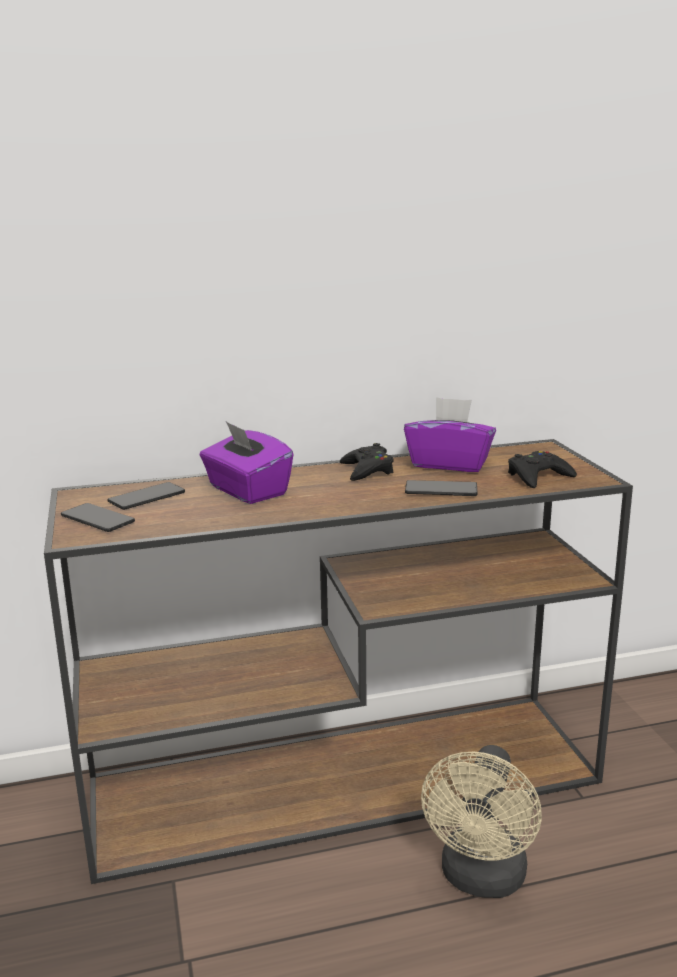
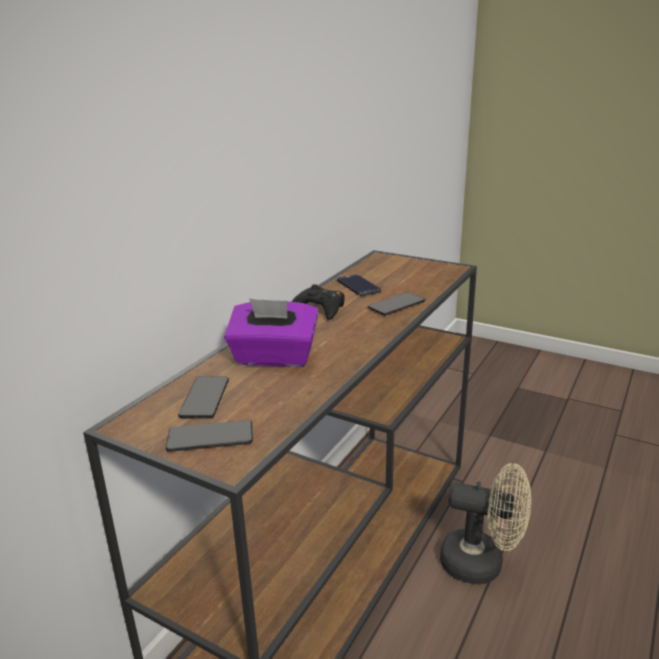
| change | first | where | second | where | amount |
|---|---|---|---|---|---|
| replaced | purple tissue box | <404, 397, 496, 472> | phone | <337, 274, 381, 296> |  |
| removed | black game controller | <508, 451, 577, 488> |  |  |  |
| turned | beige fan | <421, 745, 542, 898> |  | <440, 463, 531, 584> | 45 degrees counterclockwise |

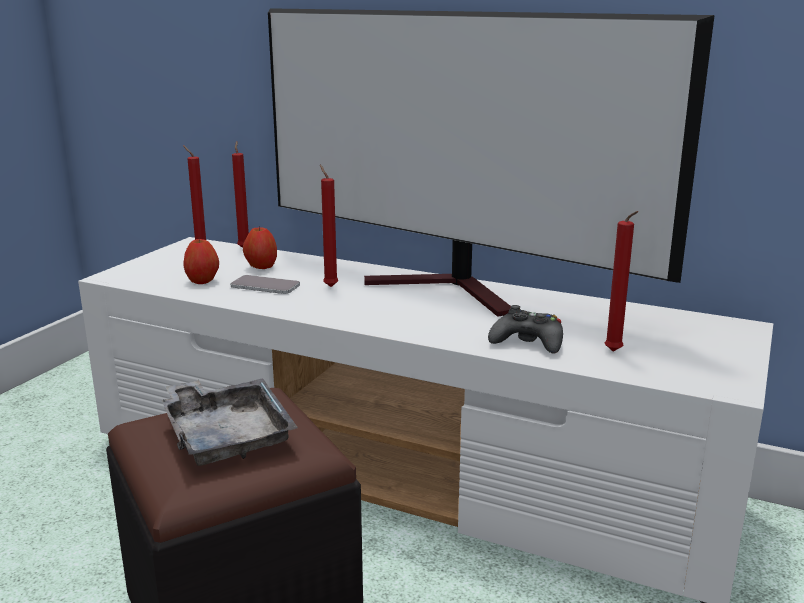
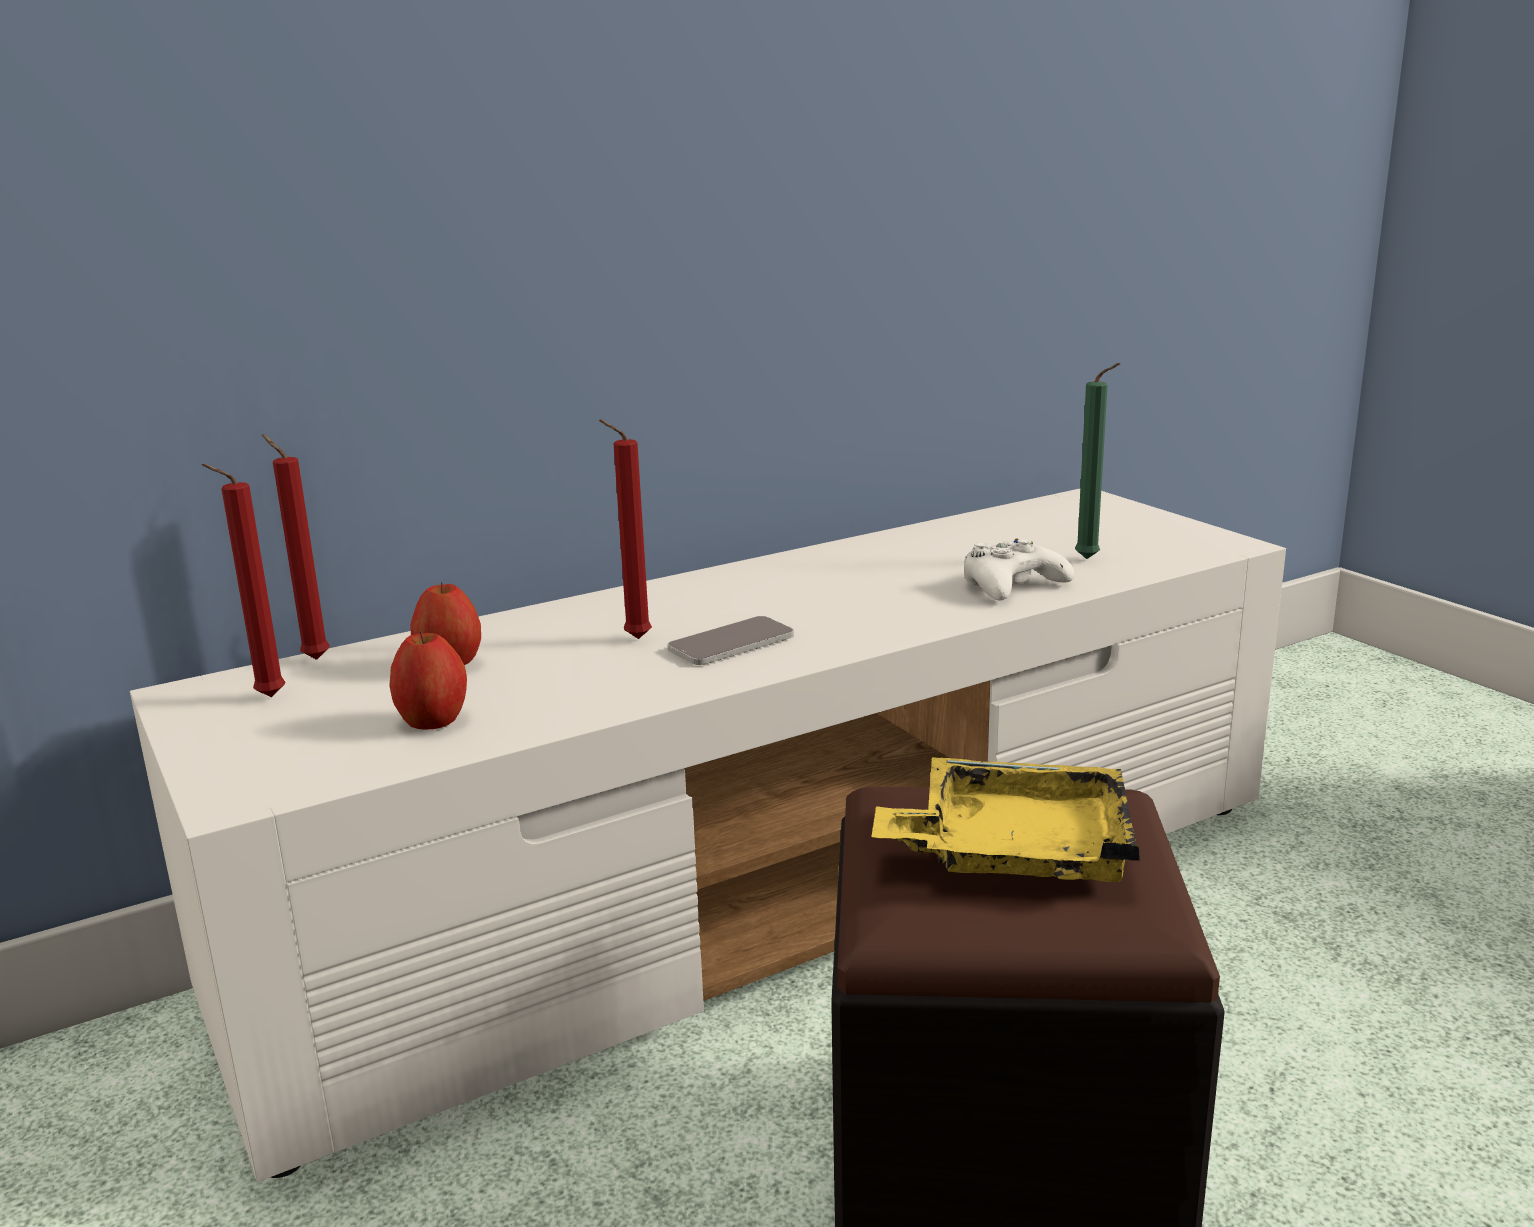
| change | first | where | second | where | amount |
|---|---|---|---|---|---|
| removed | television | <268, 8, 715, 317> |  |  |  |
| recoloured | red candle | <604, 211, 638, 352> | green candle | <1075, 363, 1121, 559> |  |
| moved | phone | <230, 275, 300, 294> |  | <667, 616, 794, 665> |  |
| recoloured | black game controller | <488, 305, 563, 354> | white game controller | <964, 538, 1074, 600> |  |
| recoloured | grey tray | <162, 378, 298, 466> | yellow tray | <872, 757, 1140, 882> |  |

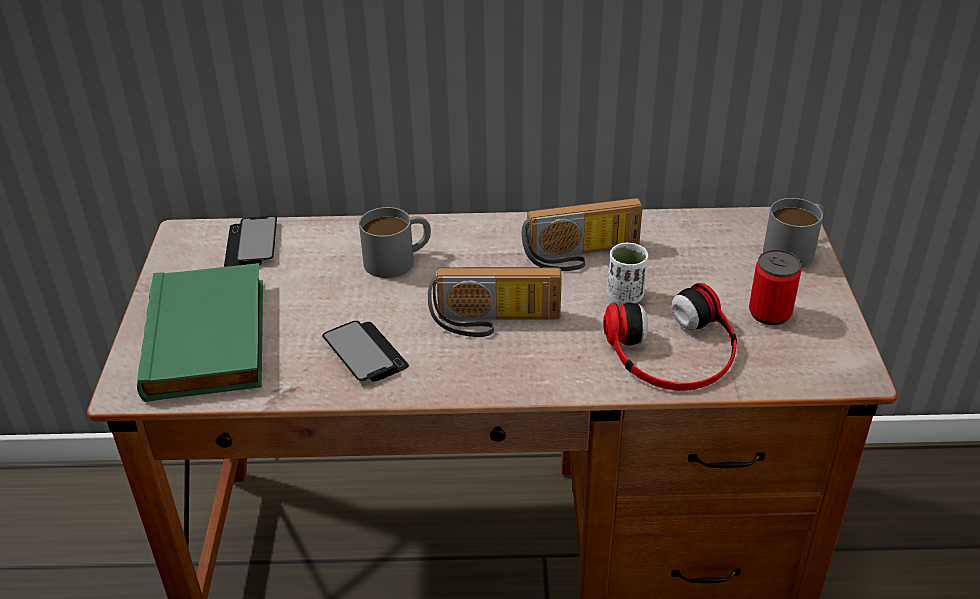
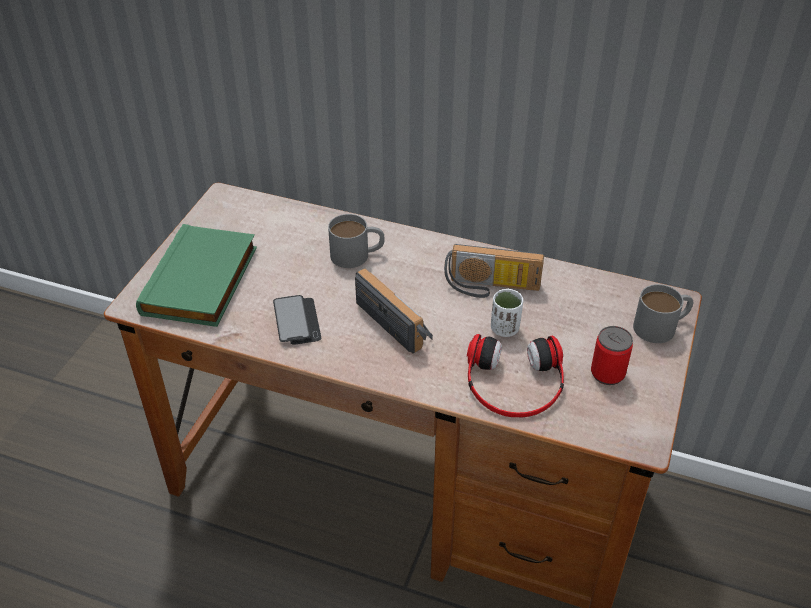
| change | first | where | second | where | amount |
|---|---|---|---|---|---|
| removed | phone | <224, 216, 277, 267> |  |  |  |
| turned | radio | <428, 267, 562, 337> |  | <355, 268, 433, 353> | 150 degrees counterclockwise |

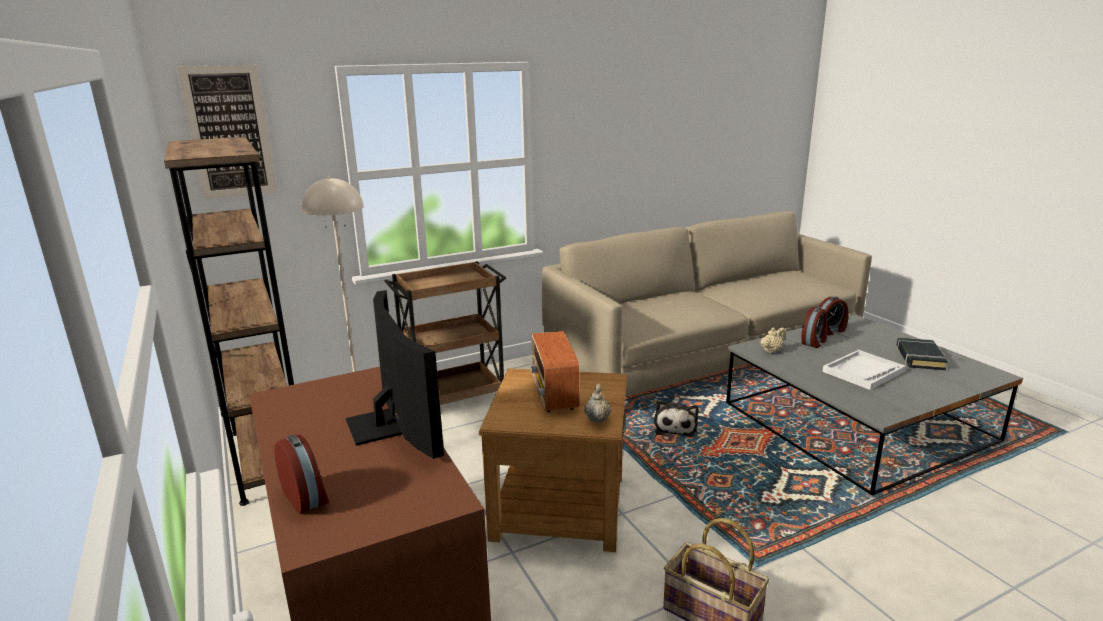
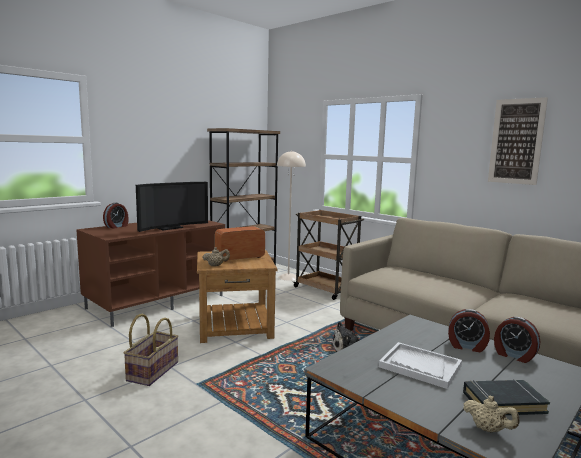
| change | first | where | second | where | amount |
|---|---|---|---|---|---|
| moved | picture | <177, 65, 277, 199> |  | <488, 97, 548, 185> |  |
| moved | beige teapot | <760, 327, 786, 353> |  | <464, 396, 519, 432> |  |

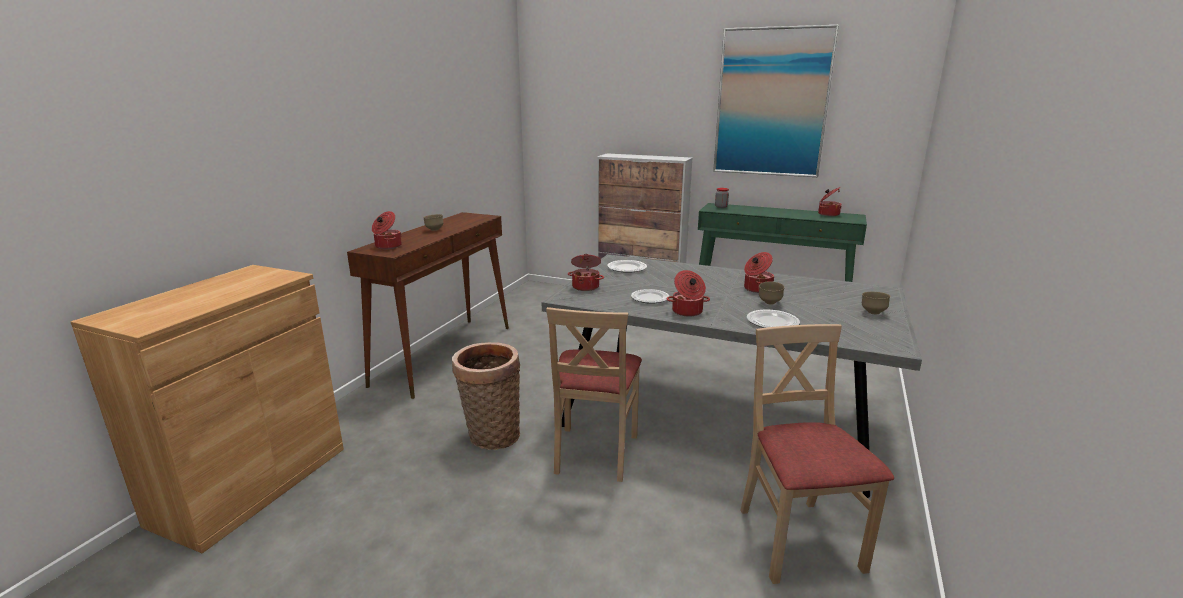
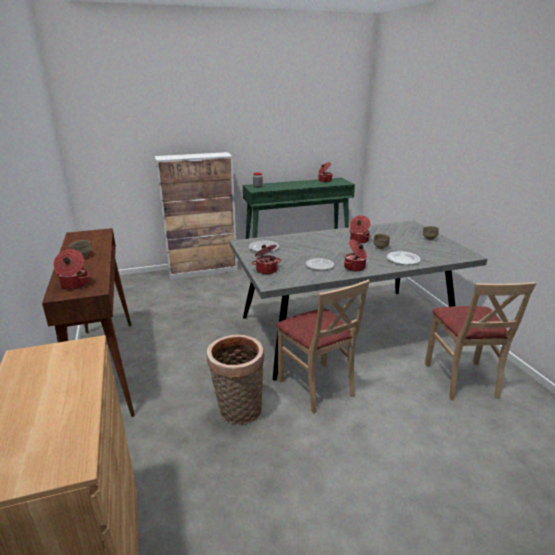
| change | first | where | second | where | amount |
|---|---|---|---|---|---|
| removed | picture | <713, 25, 839, 177> |  |  |  |
| turned | beige chair | <740, 324, 894, 584> |  | <425, 282, 536, 400> | 135 degrees counterclockwise |

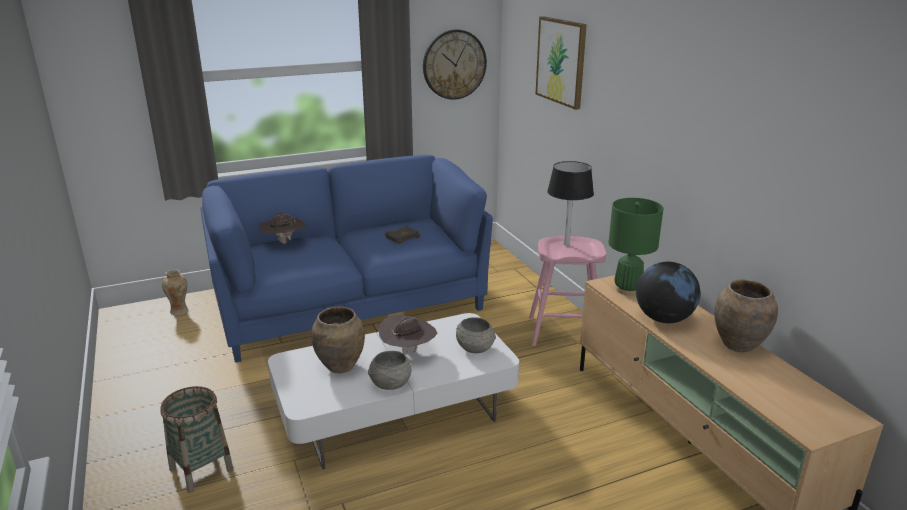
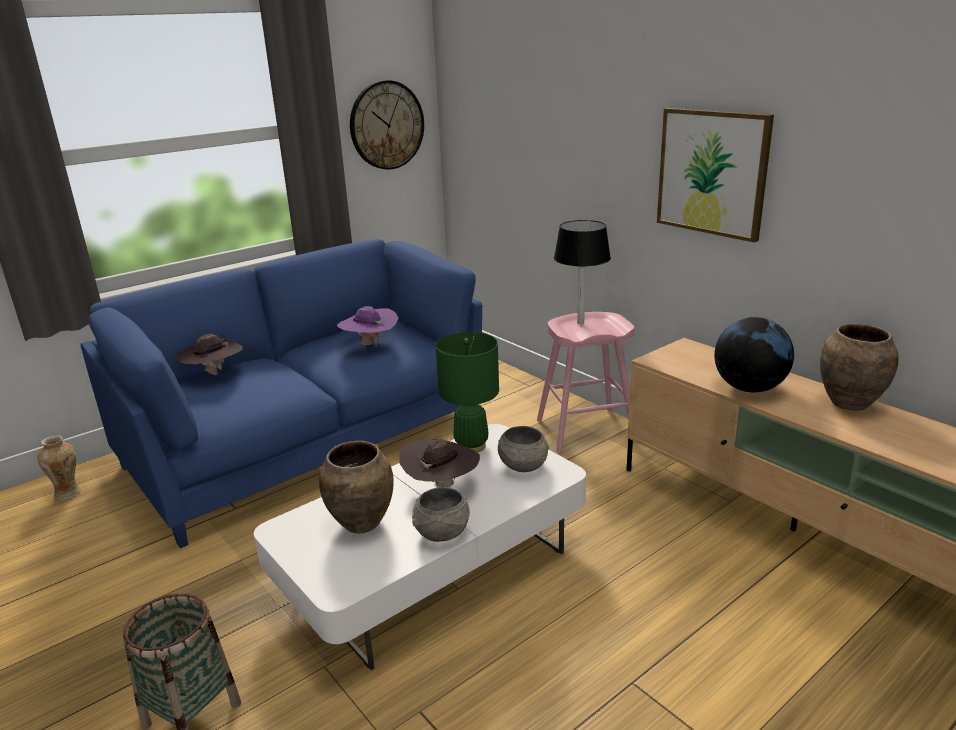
| change | first | where | second | where | amount |
|---|---|---|---|---|---|
| moved | picture | <536, 16, 587, 110> |  | <657, 108, 774, 242> |  |
| moved | green table lamp | <608, 198, 663, 296> |  | <436, 332, 499, 453> |  |
| replaced | black book | <385, 226, 421, 244> | purple hat | <337, 306, 399, 345> |  |

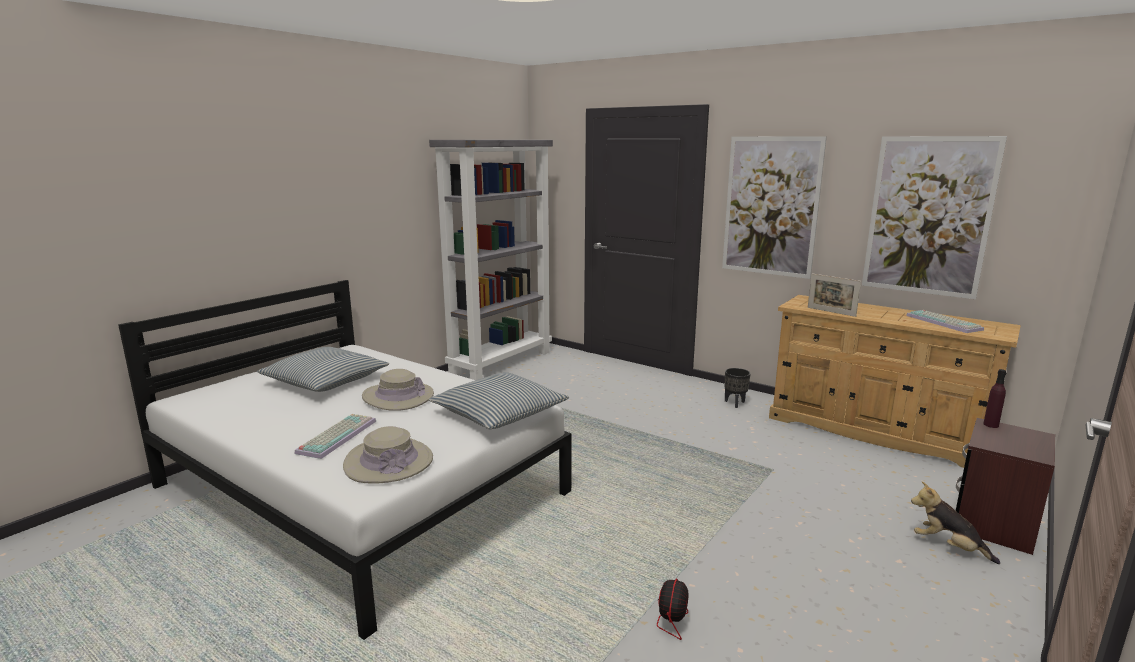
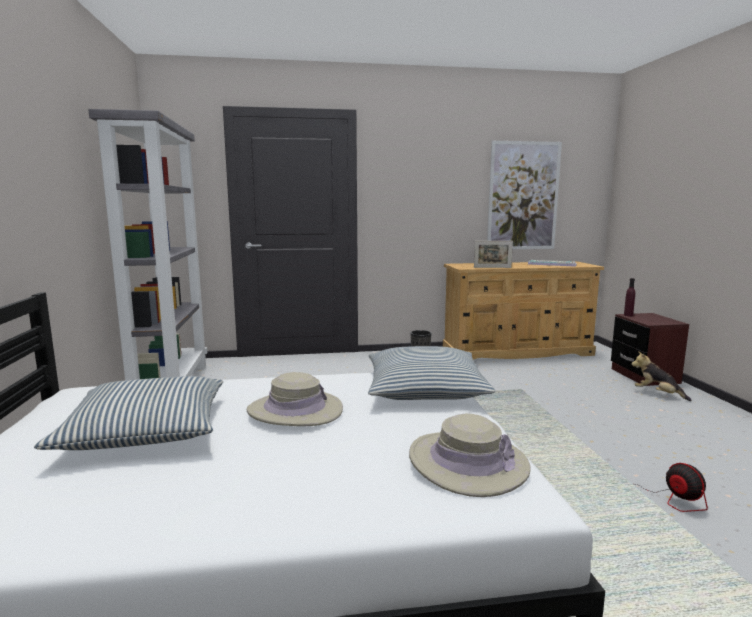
| change | first | where | second | where | amount |
|---|---|---|---|---|---|
| removed | picture | <722, 136, 827, 279> |  |  |  |
| removed | keyboard | <295, 414, 376, 459> |  |  |  |
| turned | plush toy | <911, 481, 1000, 564> |  | <631, 351, 691, 401> | 45 degrees clockwise |

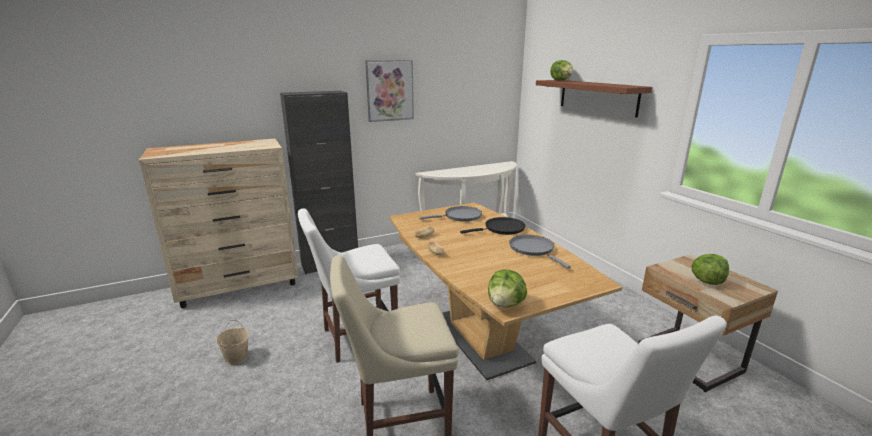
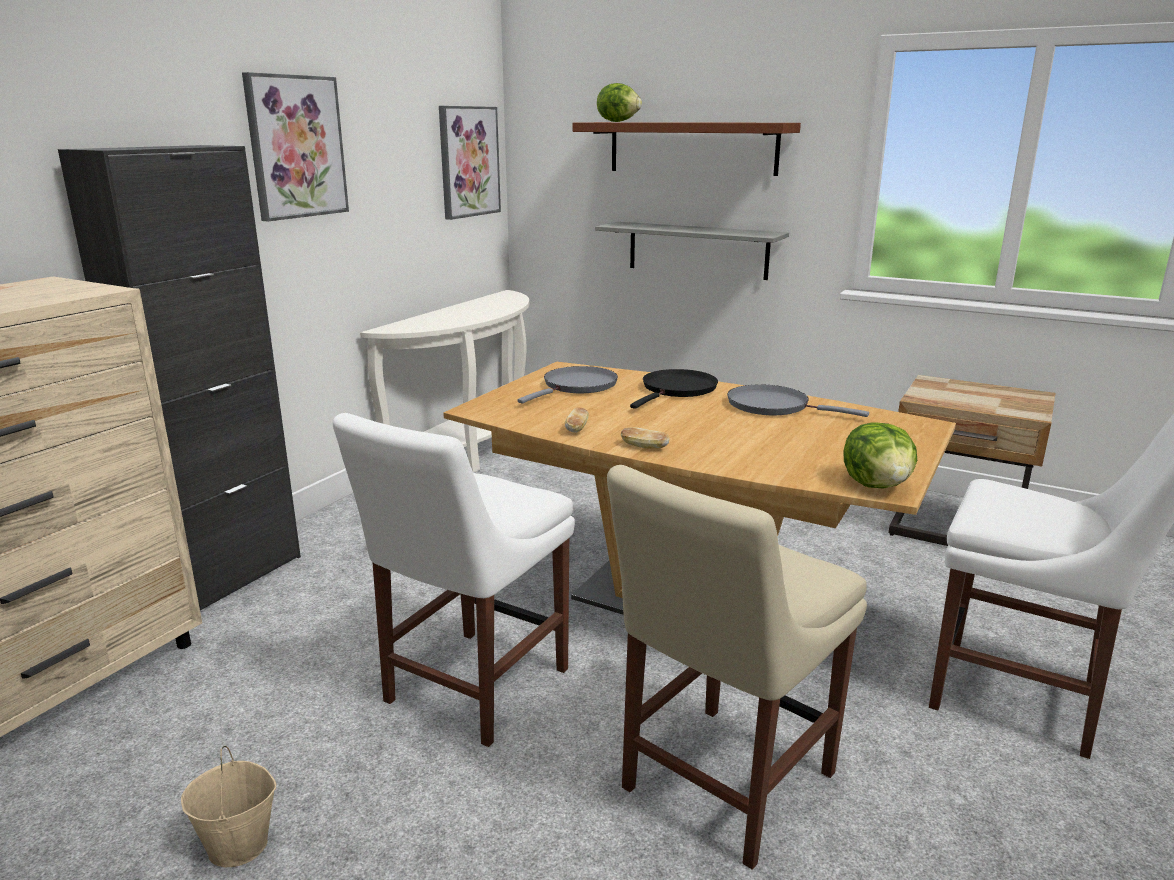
| change | first | where | second | where | amount |
|---|---|---|---|---|---|
| removed | lettuce | <692, 254, 729, 285> |  |  |  |
| added |  |  | picture | <439, 106, 501, 220> |  |
| added |  |  | grey shelf | <595, 222, 789, 280> |  |

